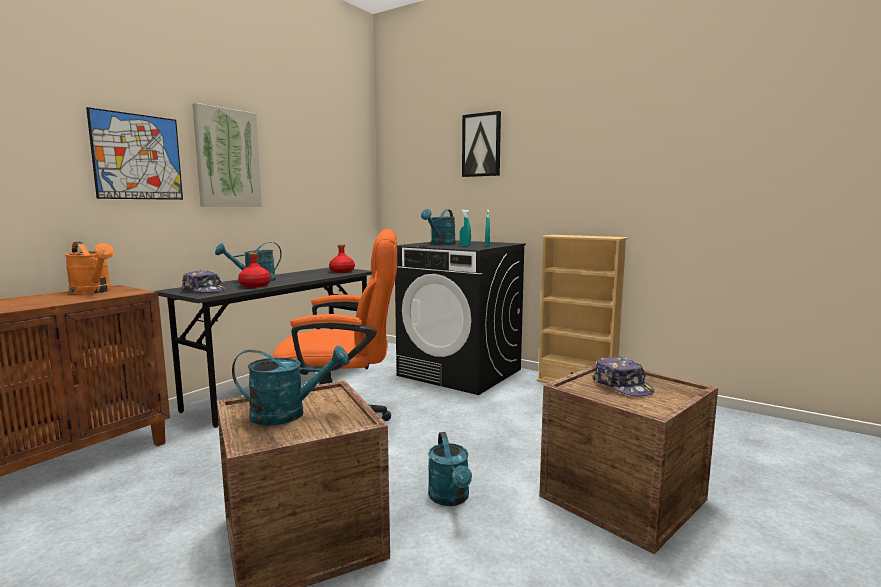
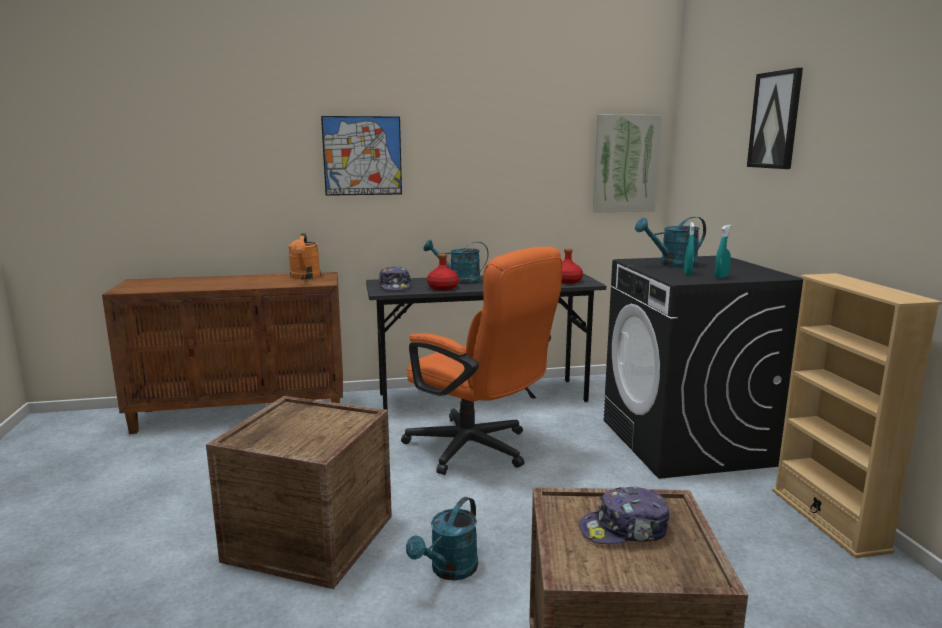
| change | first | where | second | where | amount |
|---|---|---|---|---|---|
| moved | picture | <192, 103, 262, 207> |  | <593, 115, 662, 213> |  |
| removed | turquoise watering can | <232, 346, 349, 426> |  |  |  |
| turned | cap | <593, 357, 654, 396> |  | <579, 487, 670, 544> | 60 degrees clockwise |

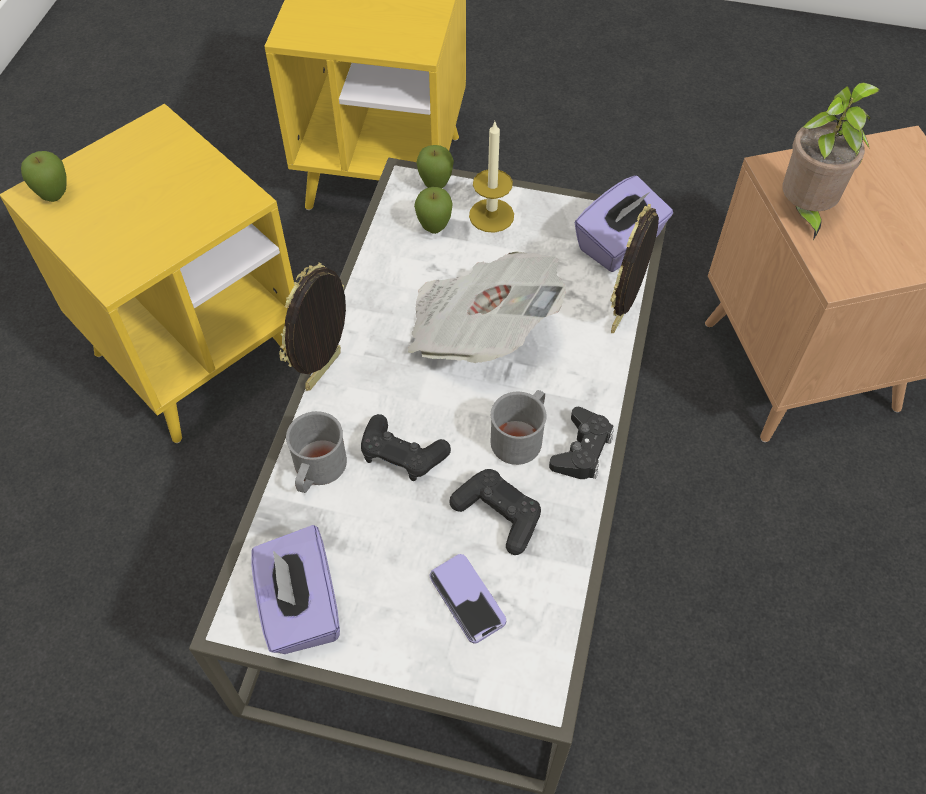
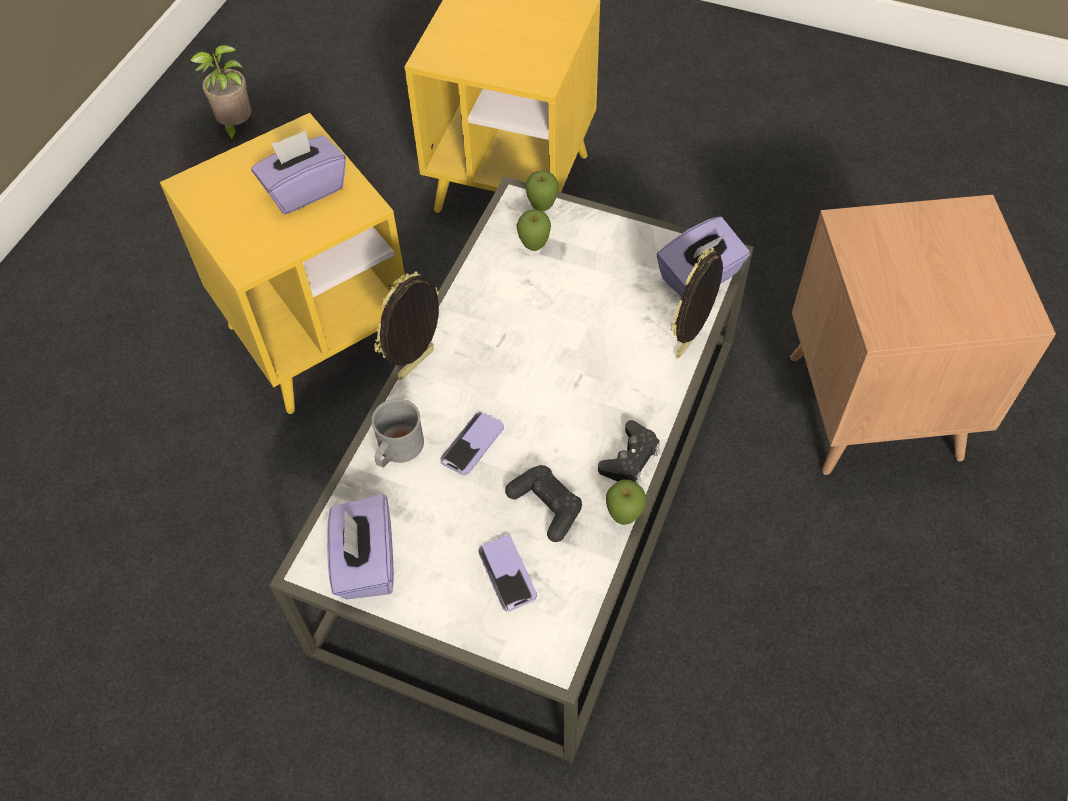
| change | first | where | second | where | amount |
|---|---|---|---|---|---|
| moved | potted plant | <783, 82, 880, 240> |  | <190, 45, 252, 144> |  |
| removed | candle | <469, 120, 514, 233> |  |  |  |
| moved | apple | <21, 151, 66, 202> |  | <606, 479, 646, 525> |  |
| removed | newspaper | <408, 251, 566, 363> |  |  |  |
| removed | grey mug | <490, 390, 546, 465> |  |  |  |
| replaced | black game controller | <361, 414, 451, 481> | phone | <440, 412, 504, 475> |  |
| added |  |  | purple tissue box | <251, 130, 346, 214> |  |

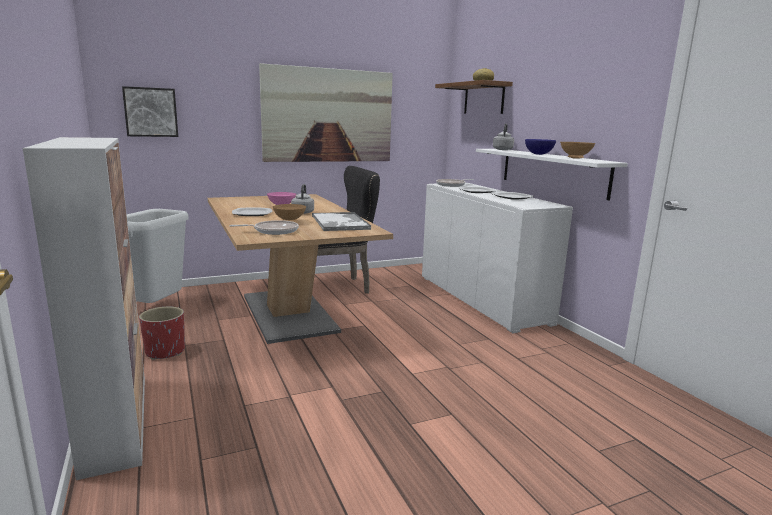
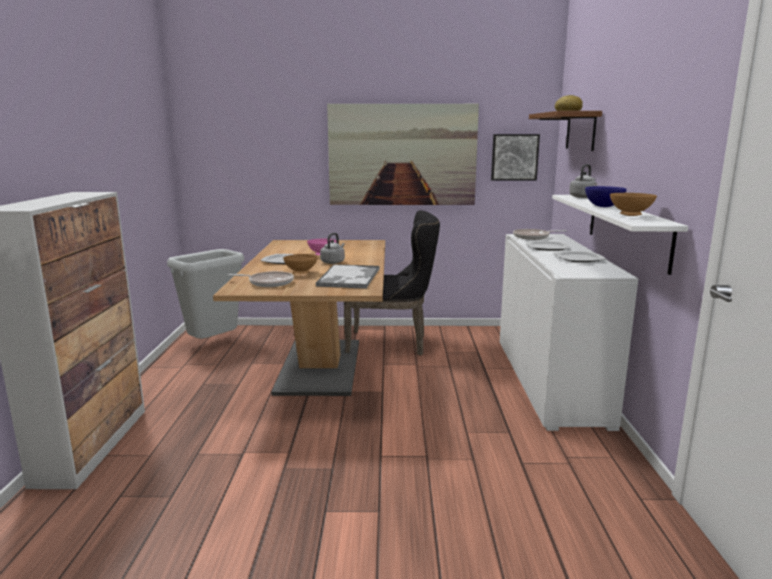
| change | first | where | second | where | amount |
|---|---|---|---|---|---|
| moved | picture | <122, 86, 178, 137> |  | <491, 134, 540, 181> |  |
| removed | red planter | <139, 307, 185, 360> |  |  |  |

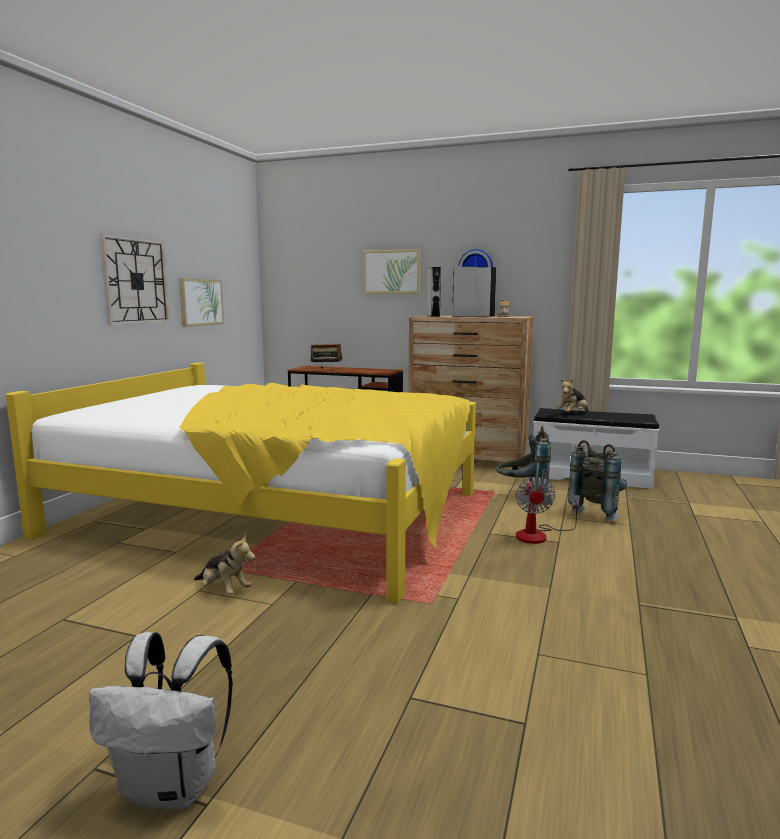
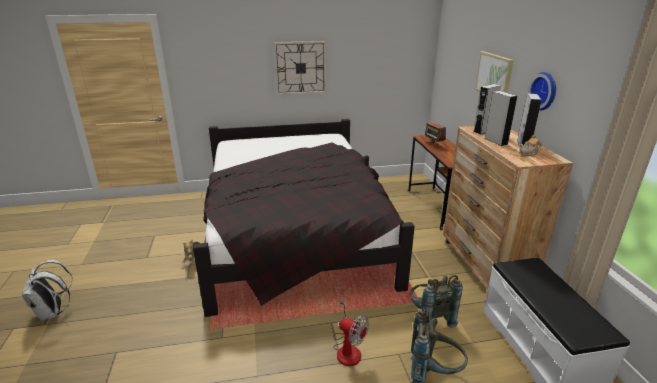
| change | first | where | second | where | amount |
|---|---|---|---|---|---|
| removed | picture | <179, 278, 224, 327> |  |  |  |
| recoloured | yellow bed | <6, 362, 476, 603> | black bed | <193, 119, 415, 317> |  |
| removed | plush toy | <556, 379, 588, 412> |  |  |  |
| turned | fan | <516, 477, 580, 544> |  | <333, 297, 369, 366> | 120 degrees counterclockwise |

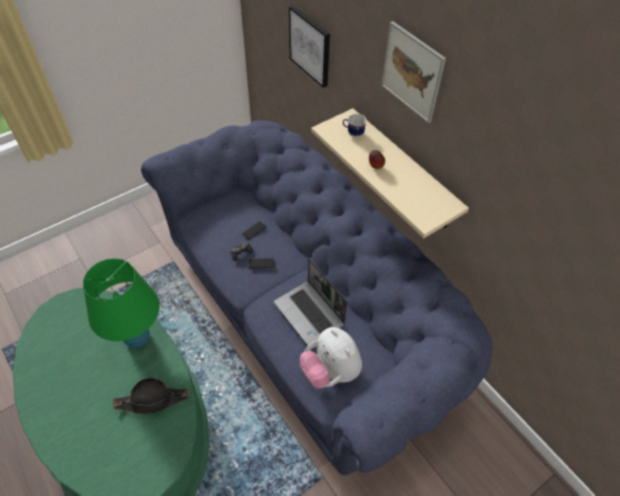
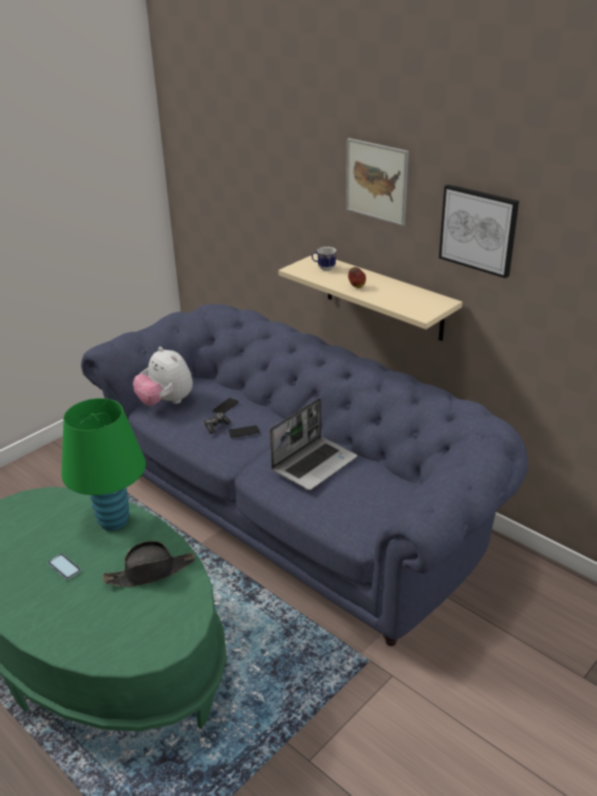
| change | first | where | second | where | amount |
|---|---|---|---|---|---|
| moved | picture | <289, 5, 330, 88> |  | <439, 184, 519, 278> |  |
| turned | laptop | <274, 258, 347, 346> |  | <270, 398, 357, 490> | 90 degrees counterclockwise |
| moved | plush toy | <300, 327, 362, 389> |  | <133, 347, 193, 406> |  |
| added |  |  | phone | <48, 554, 81, 580> |  |

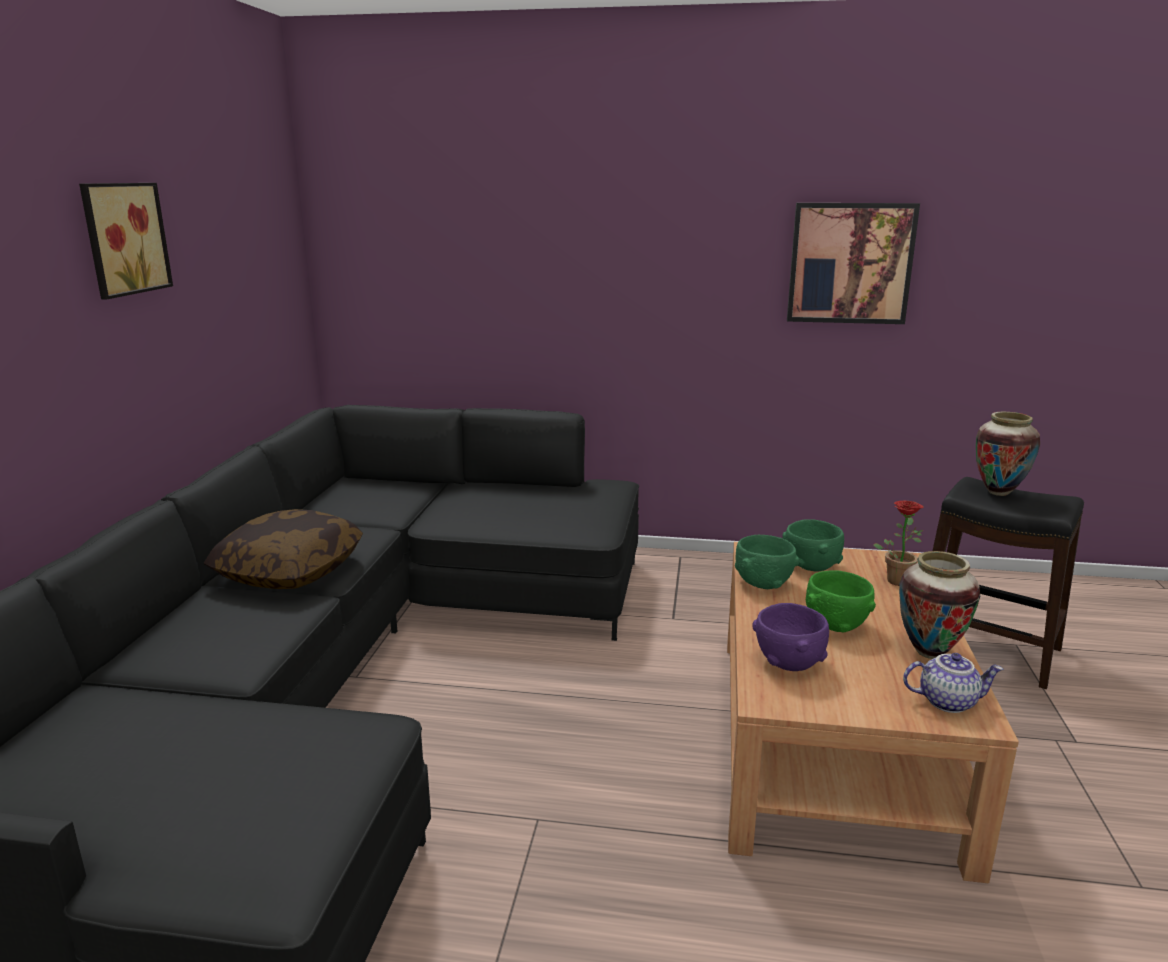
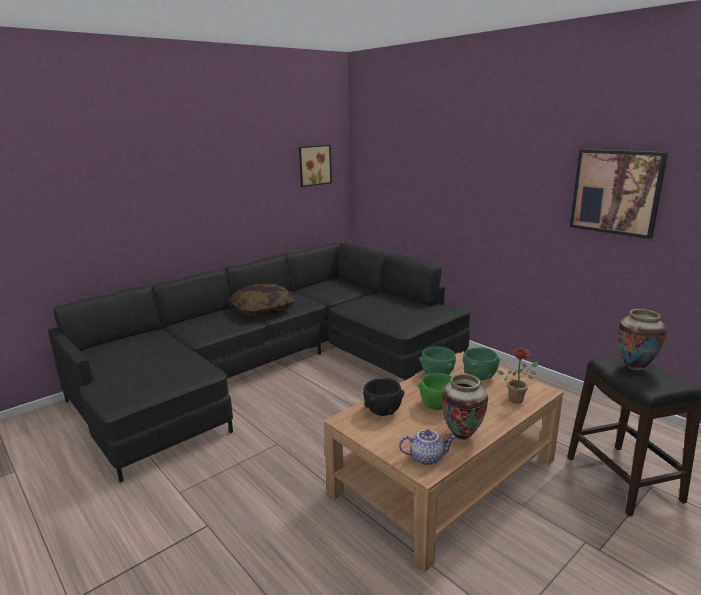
| change | first | where | second | where | amount |
|---|---|---|---|---|---|
| moved | picture | <79, 183, 173, 299> |  | <299, 145, 332, 187> |  |
| recoloured | purple bowl | <752, 603, 829, 671> | black bowl | <363, 378, 405, 416> |  |
| turned | teapot | <903, 653, 1003, 713> |  | <399, 430, 456, 465> | 45 degrees counterclockwise |

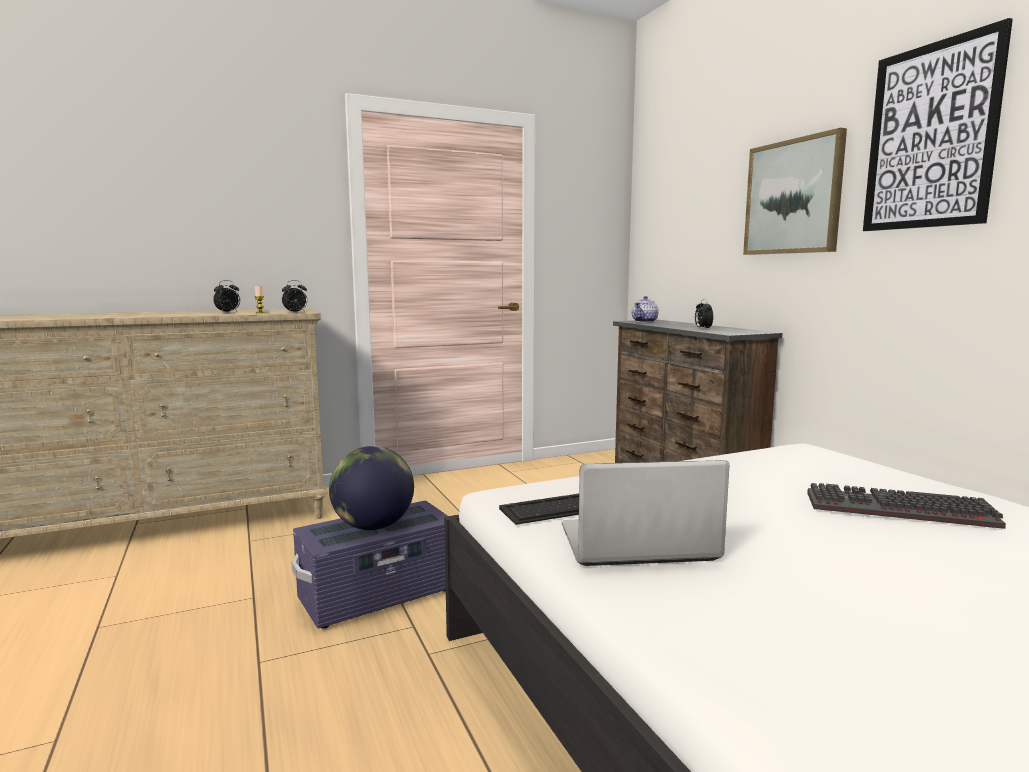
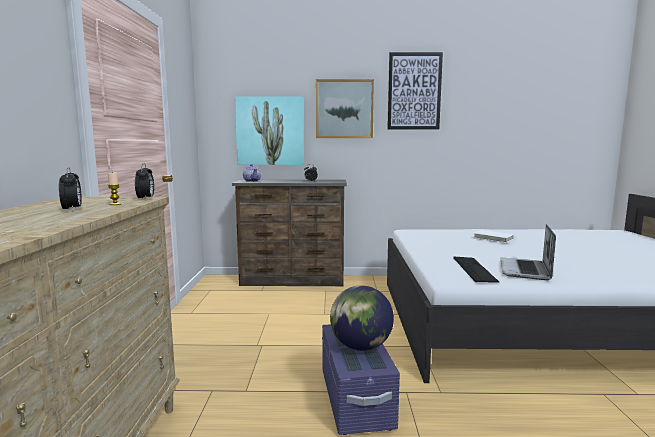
| change | first | where | second | where | amount |
|---|---|---|---|---|---|
| replaced | keyboard | <807, 483, 1006, 529> | white book | <473, 230, 515, 243> |  |
| added |  |  | picture | <235, 96, 304, 165> |  |

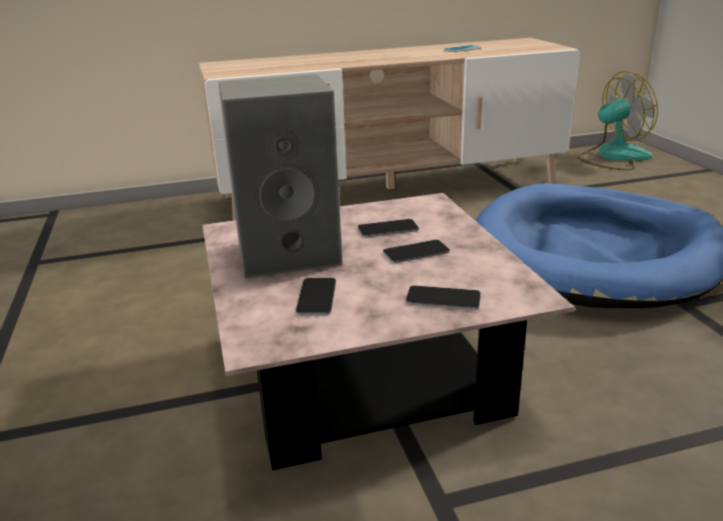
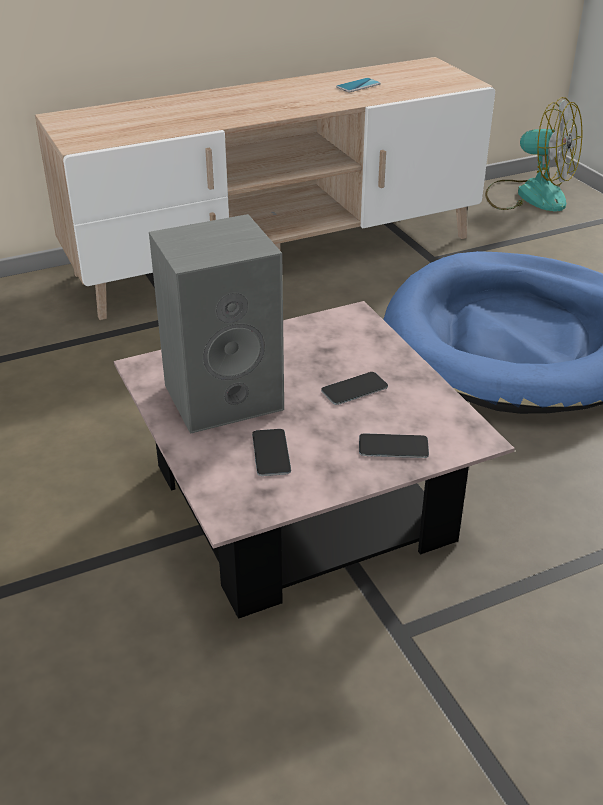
| change | first | where | second | where | amount |
|---|---|---|---|---|---|
| turned | fan | <577, 71, 658, 170> |  | <485, 97, 582, 211> | 60 degrees clockwise |
| removed | phone | <358, 219, 419, 237> |  |  |  |

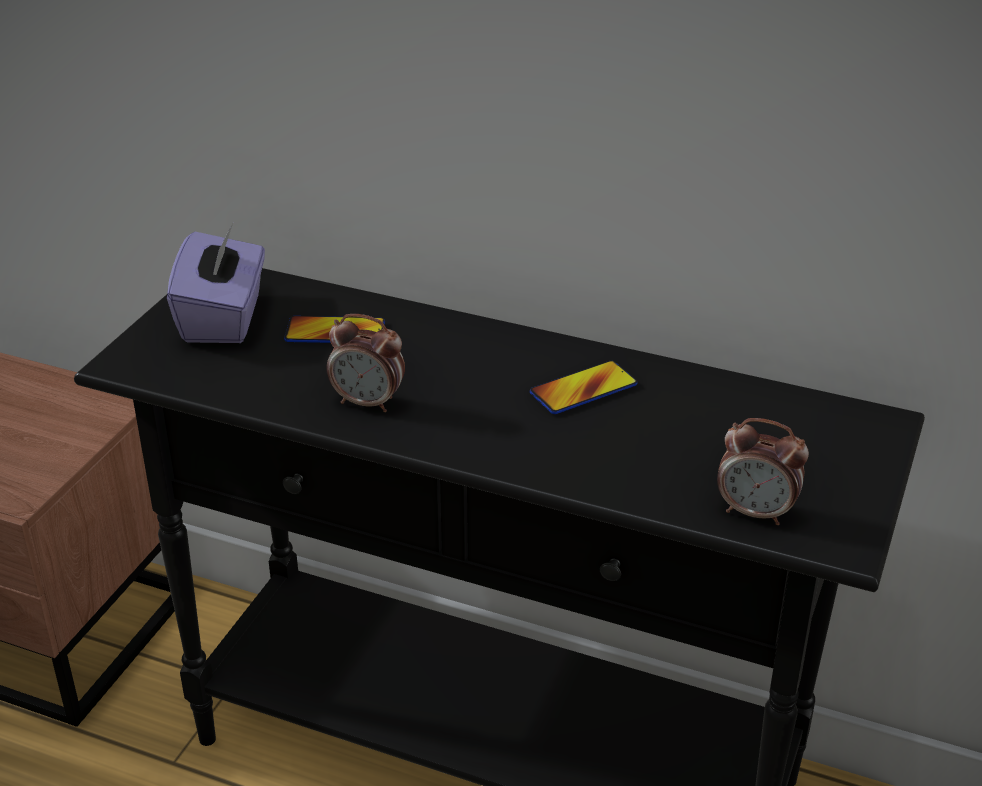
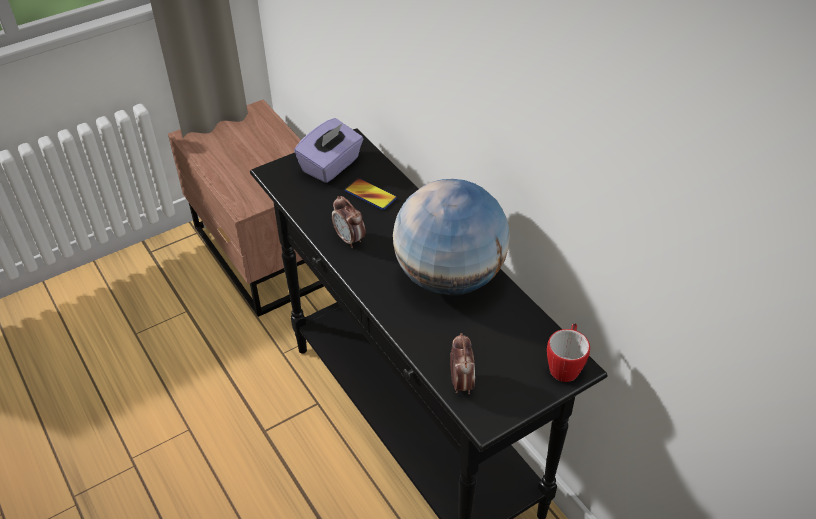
| change | first | where | second | where | amount |
|---|---|---|---|---|---|
| replaced | phone | <530, 361, 638, 414> | globe | <393, 179, 510, 296> |  |
| turned | alarm clock | <717, 418, 809, 525> |  | <450, 333, 475, 394> | 150 degrees counterclockwise |
| added |  |  | mug | <547, 324, 590, 382> |  |

